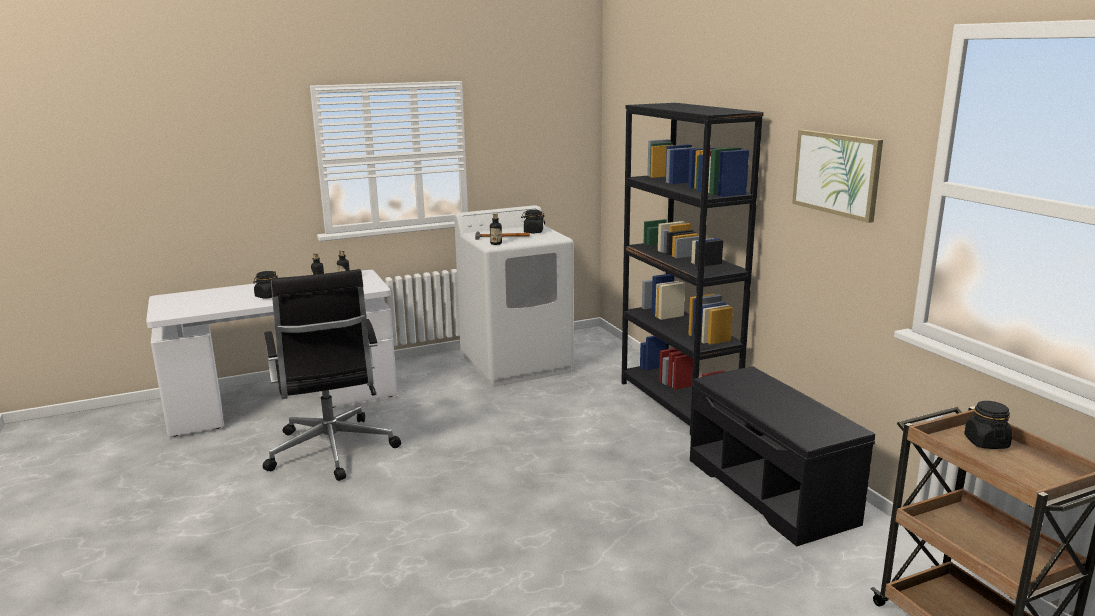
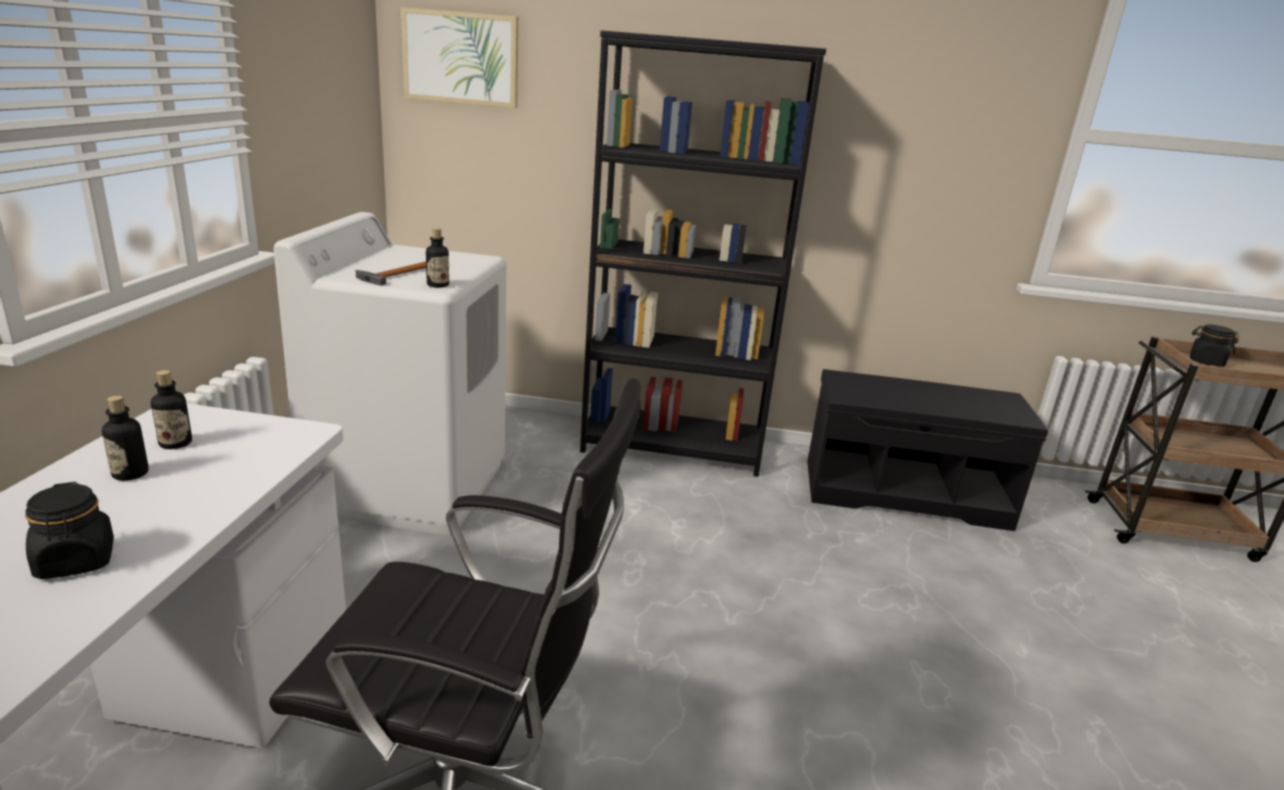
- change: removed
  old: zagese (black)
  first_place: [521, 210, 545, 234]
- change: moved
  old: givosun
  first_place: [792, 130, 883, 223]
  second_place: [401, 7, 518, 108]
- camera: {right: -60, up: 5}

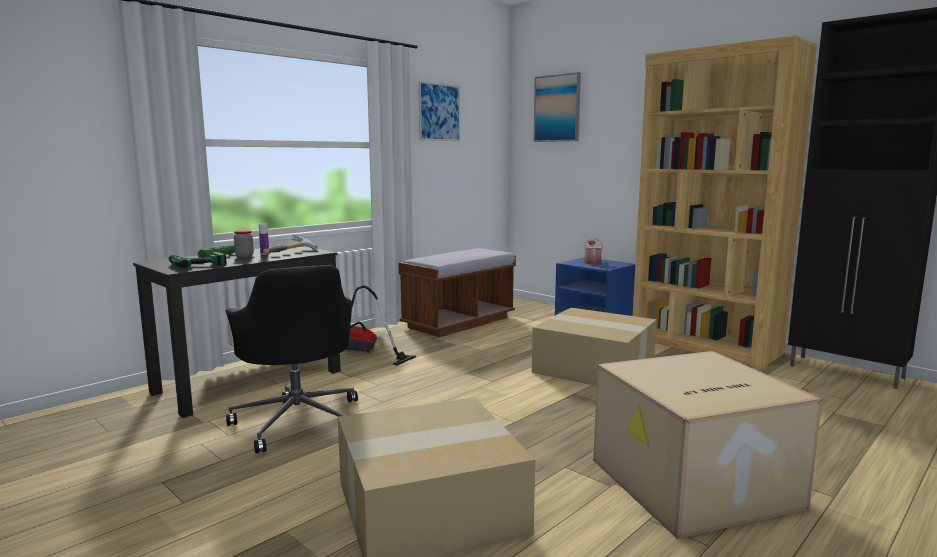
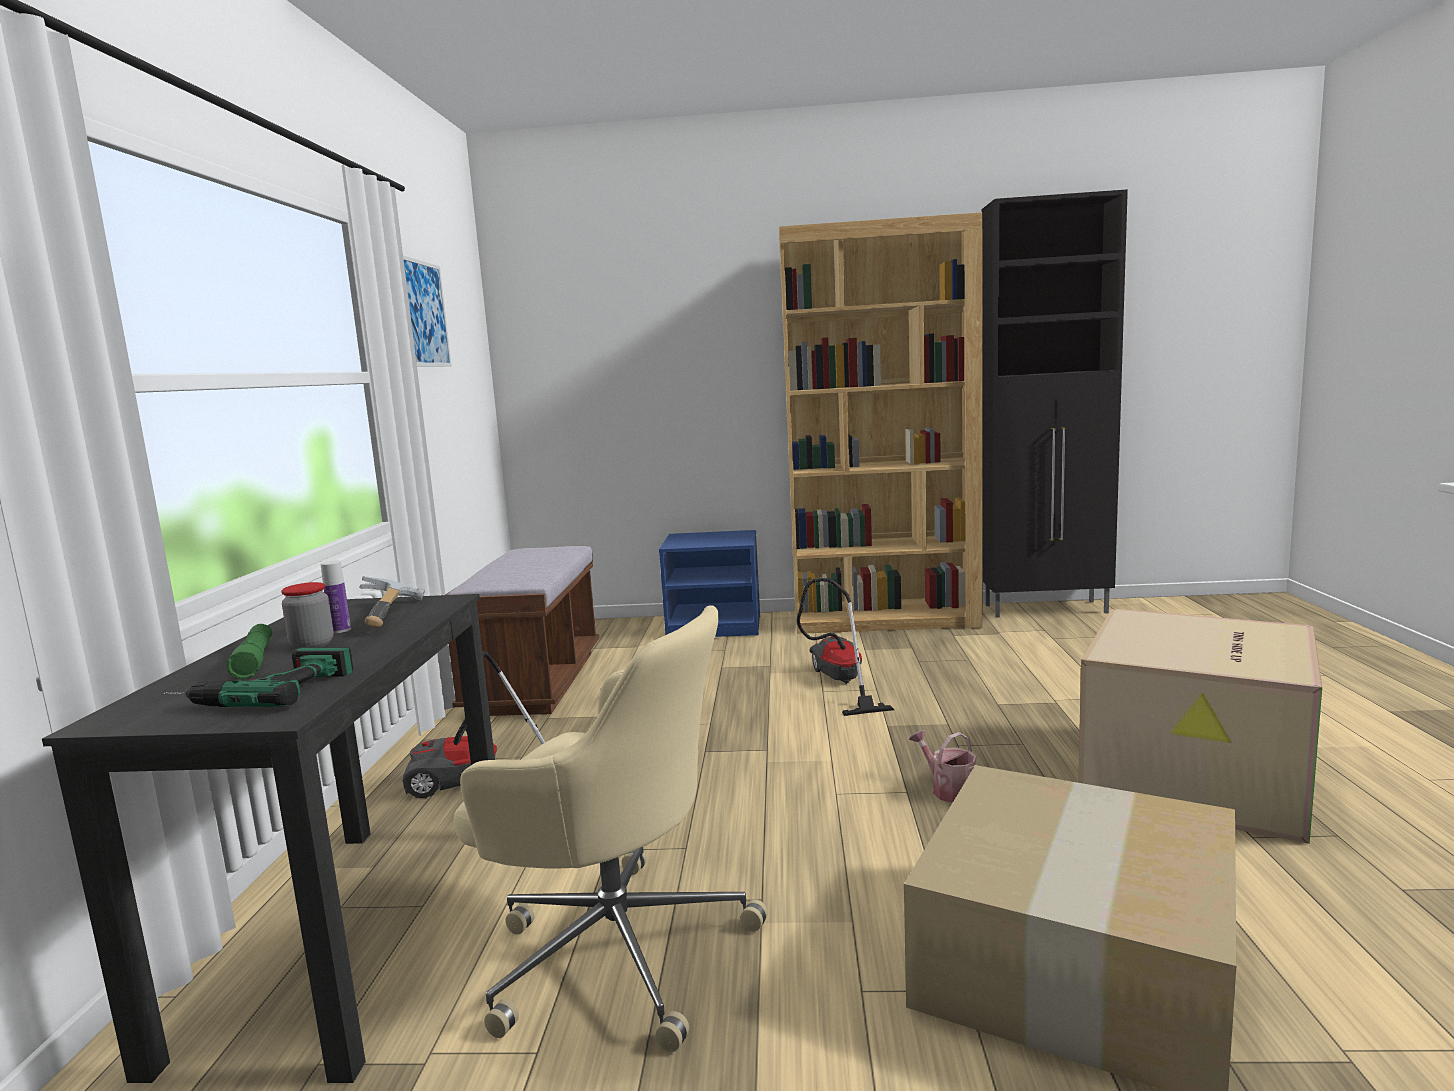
- change: recoloured
  old: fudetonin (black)
  new: fudetonin (beige)
  first_place: [226, 265, 358, 453]
  second_place: [454, 605, 768, 1052]
- change: replaced
  old: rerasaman
  new: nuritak
  first_place: [532, 308, 657, 386]
  second_place: [797, 578, 894, 716]
- change: removed
  old: givosun
  first_place: [533, 72, 581, 142]
- change: moved
  old: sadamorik
  first_place: [584, 238, 603, 265]
  second_place: [909, 730, 977, 803]
- camera: {right: -40, up: 0}

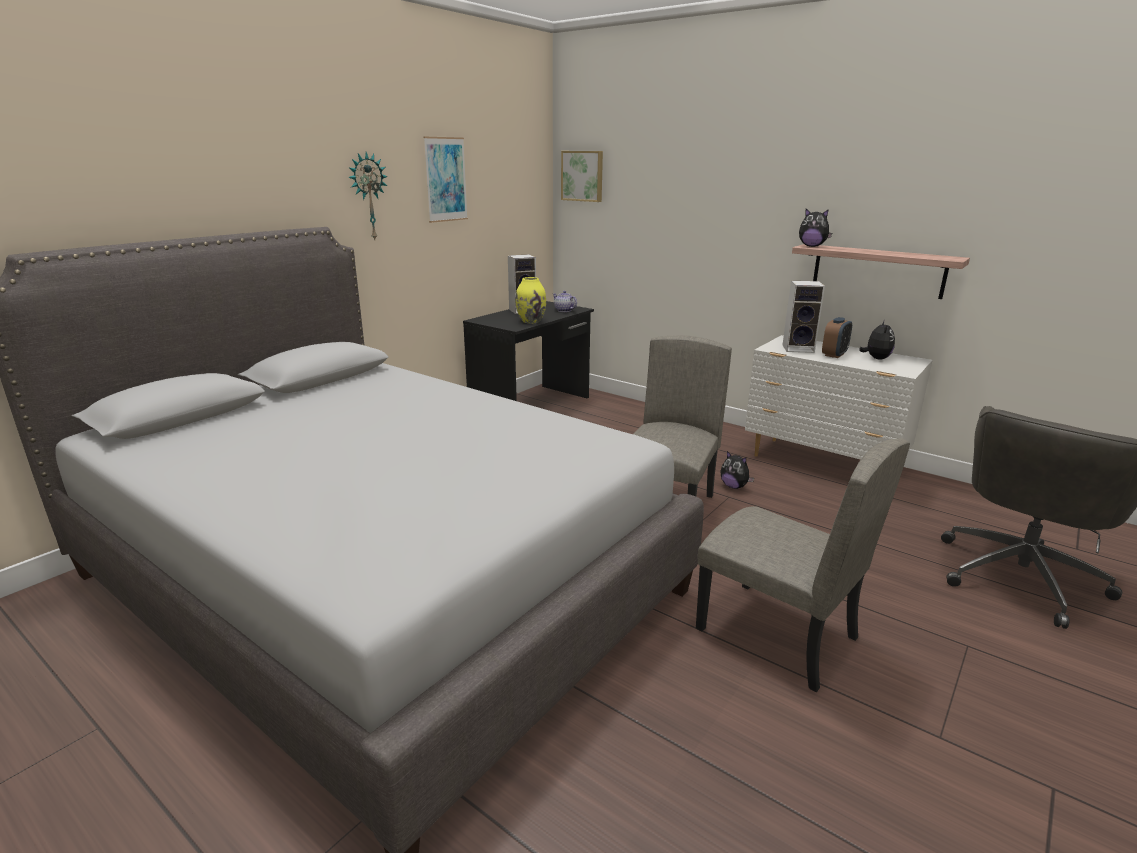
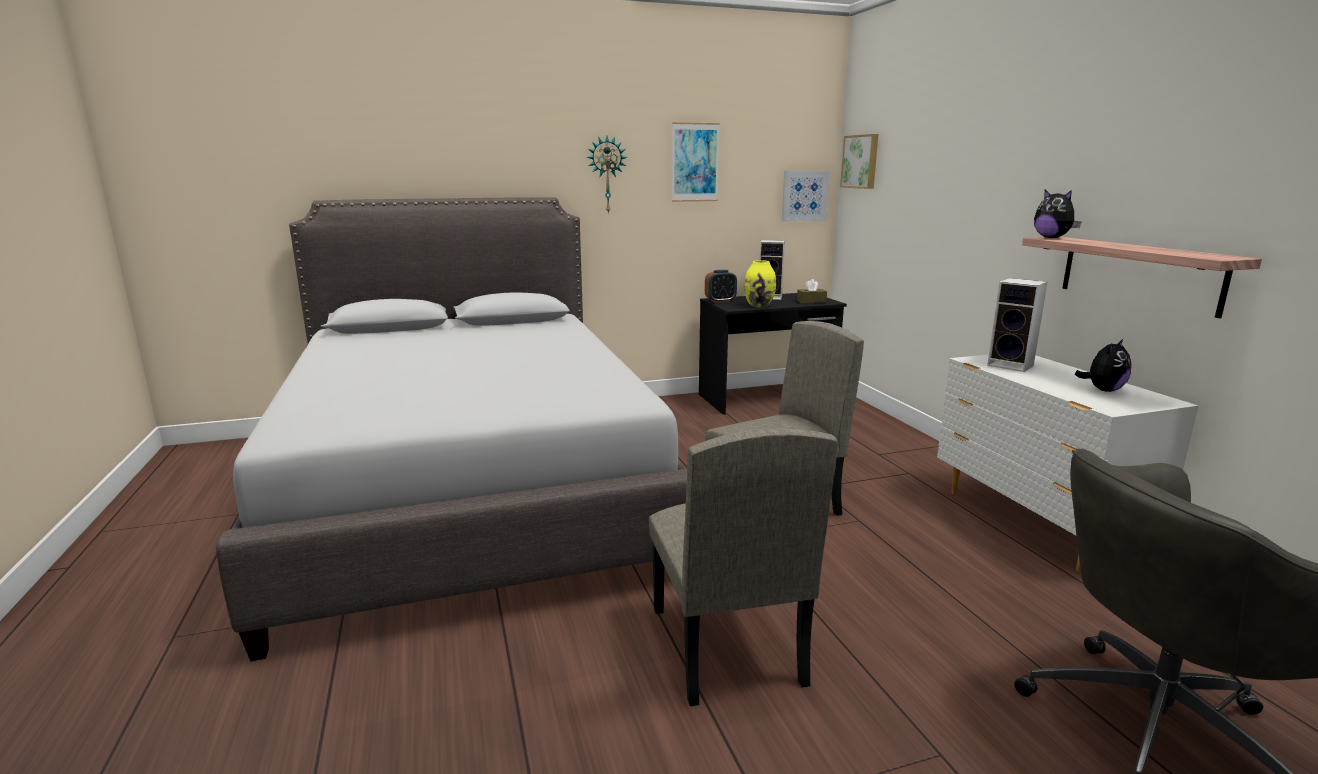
- change: replaced
  old: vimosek
  new: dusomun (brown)
  first_place: [553, 291, 577, 312]
  second_place: [797, 279, 827, 303]
- change: removed
  old: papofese
  first_place: [720, 451, 754, 489]
- change: moved
  old: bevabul
  first_place: [822, 317, 852, 358]
  second_place: [705, 270, 737, 303]
- change: added
  new: givosun
  second_place: [782, 170, 830, 222]
- camera: {right: 35, up: -5}

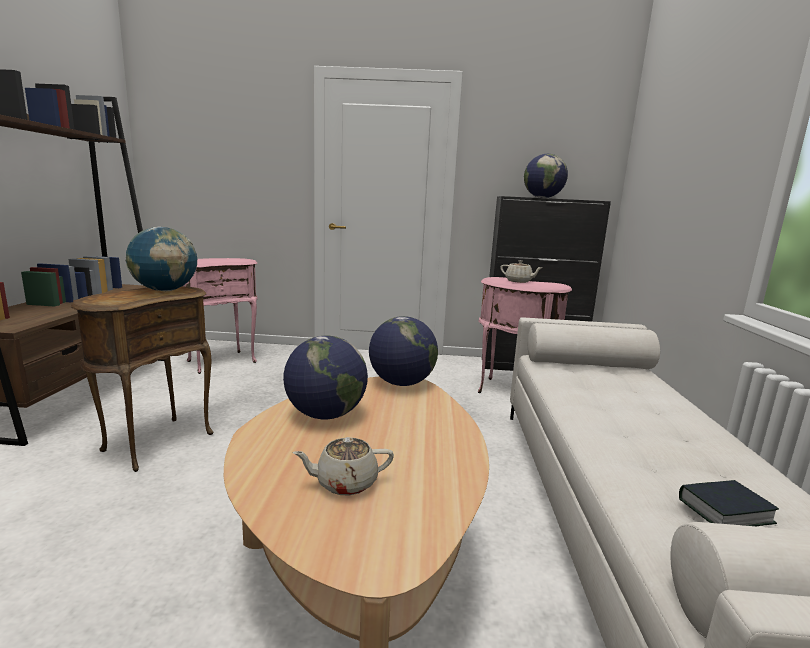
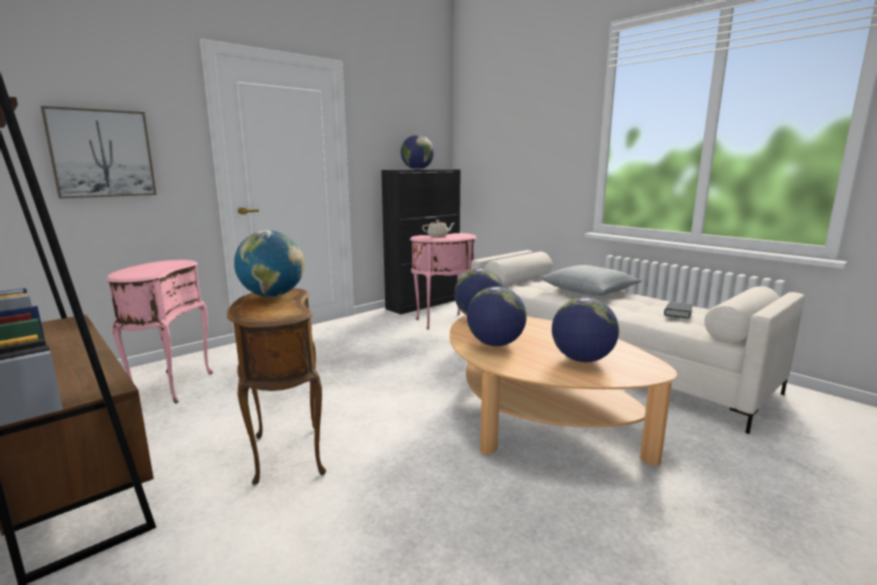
- change: replaced
  old: vimosek (beige)
  new: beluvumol
  first_place: [292, 437, 394, 495]
  second_place: [552, 297, 619, 362]
- change: added
  new: givosun
  second_place: [41, 106, 157, 199]
- change: added
  new: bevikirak
  second_place: [539, 265, 642, 296]
- camera: {right: -45, up: 0}

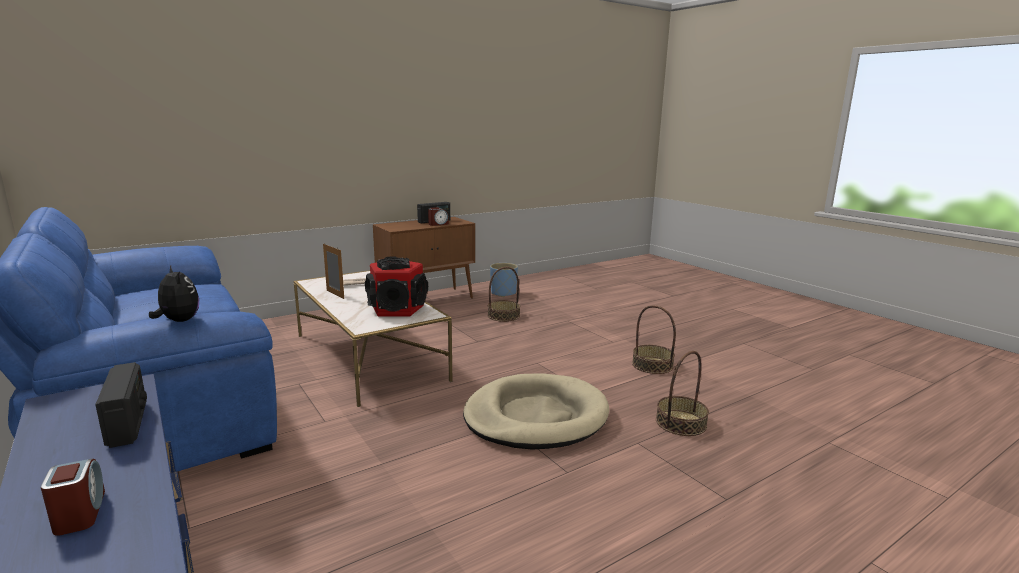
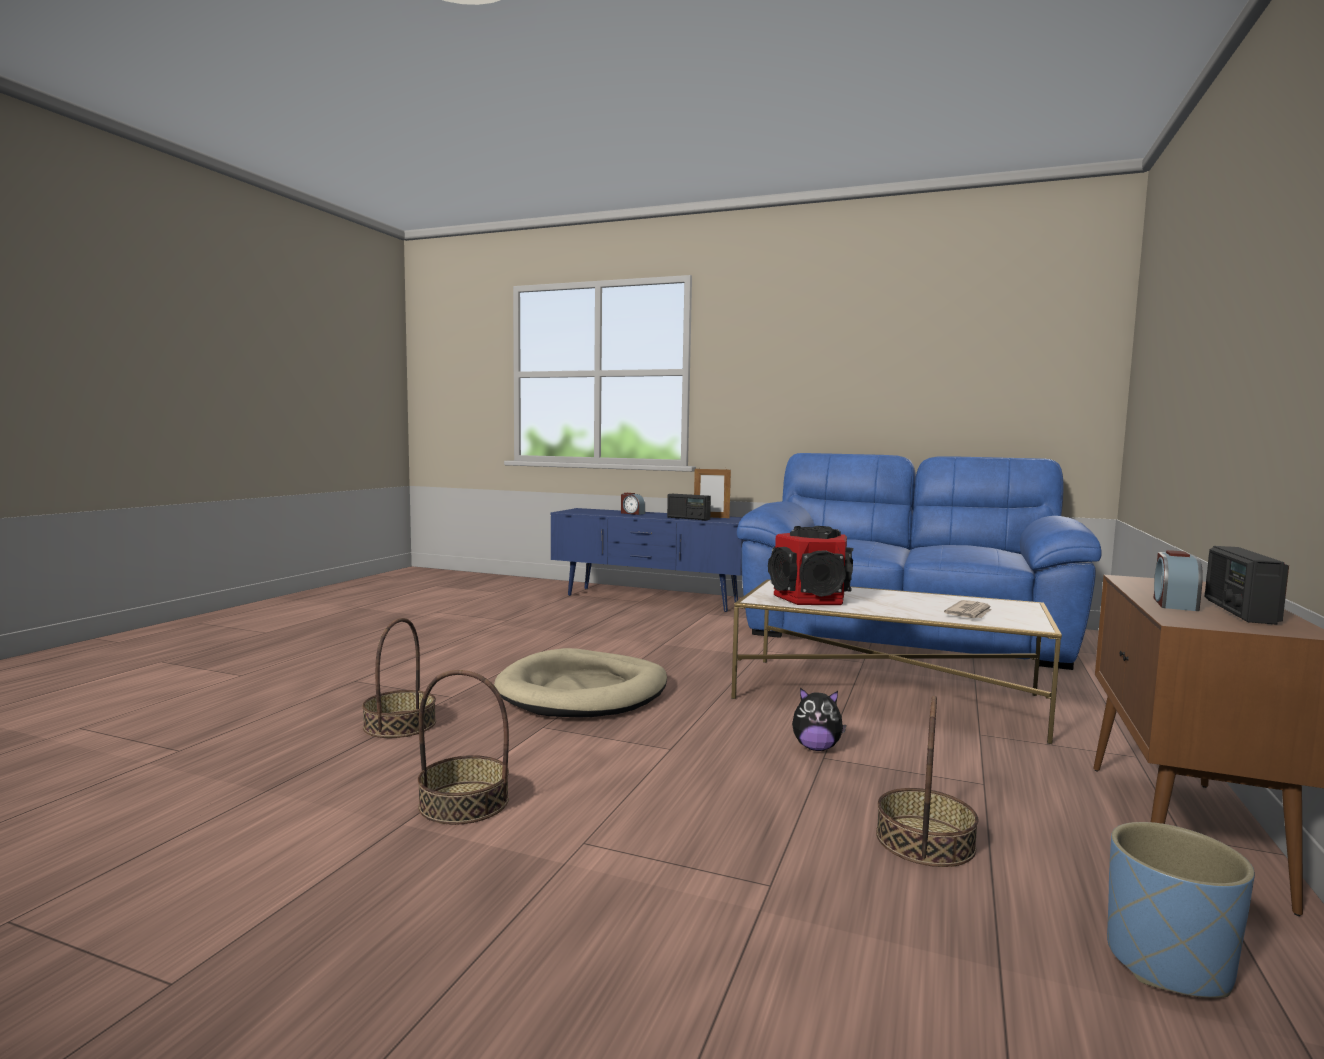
- change: moved
  old: papofese
  first_place: [149, 266, 199, 322]
  second_place: [792, 688, 846, 751]
- change: moved
  old: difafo
  first_place: [323, 243, 344, 299]
  second_place: [694, 467, 731, 518]
- camera: {right: 145, up: -10}

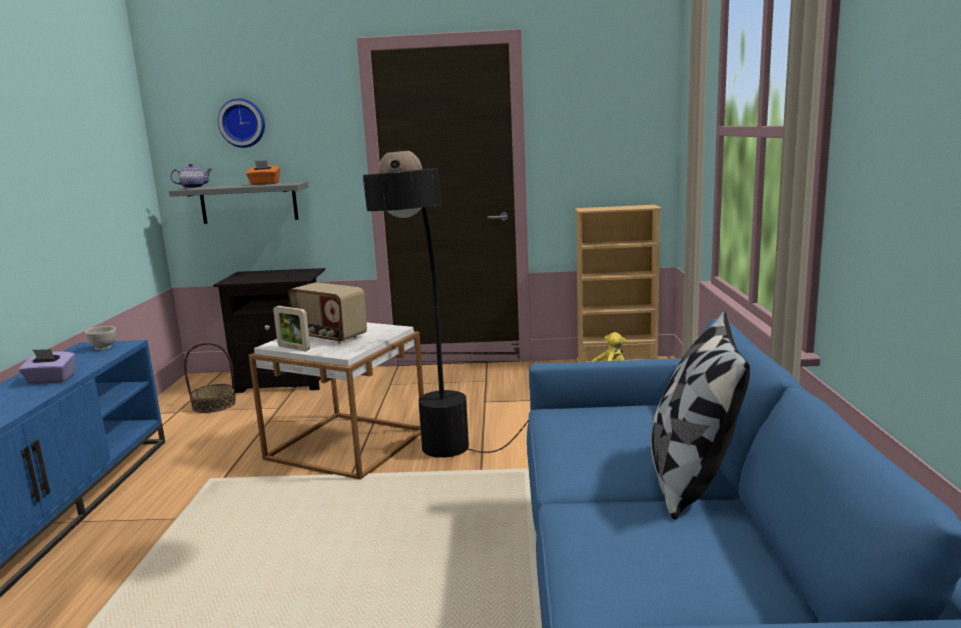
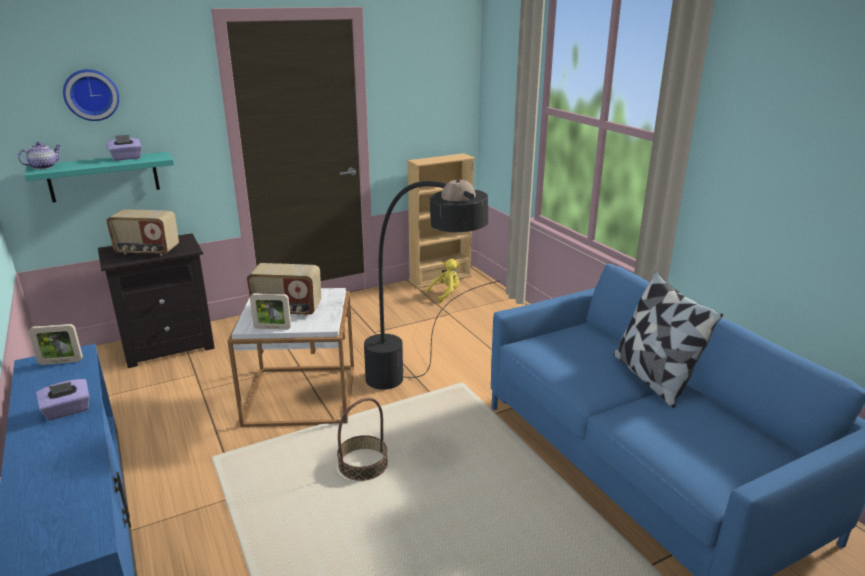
- change: replaced
  old: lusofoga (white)
  new: difafo
  first_place: [85, 326, 116, 350]
  second_place: [28, 324, 83, 365]
- change: recoloured
  old: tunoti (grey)
  new: tunoti (turquoise)
  first_place: [169, 182, 308, 224]
  second_place: [24, 152, 174, 202]
- change: moved
  old: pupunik
  first_place: [184, 342, 236, 413]
  second_place: [337, 398, 388, 481]
- change: recoloured
  old: dusomun (orange)
  new: dusomun (purple)
  first_place: [246, 160, 280, 185]
  second_place: [106, 135, 142, 161]
- change: added
  new: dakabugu
  second_place: [106, 209, 179, 256]
- camera: {right: -30, up: 10}

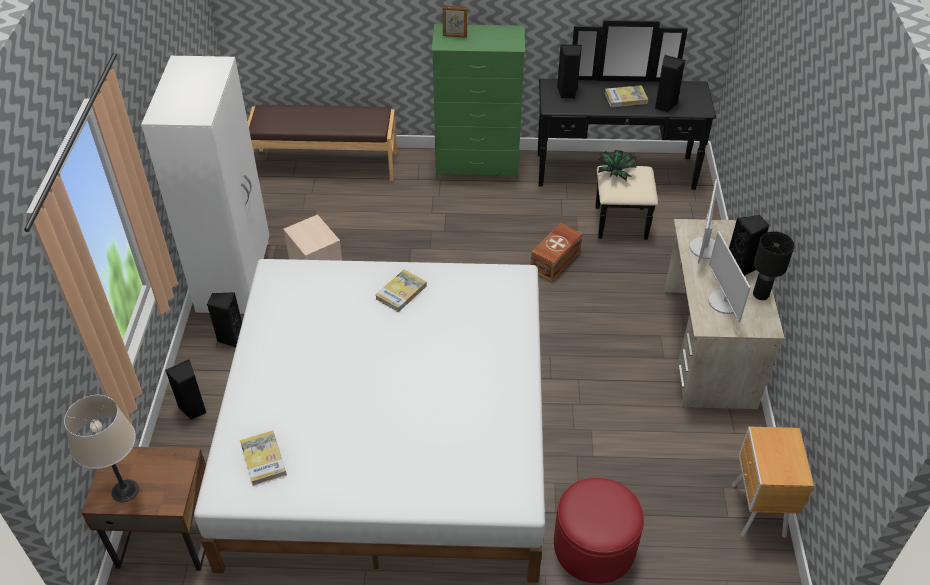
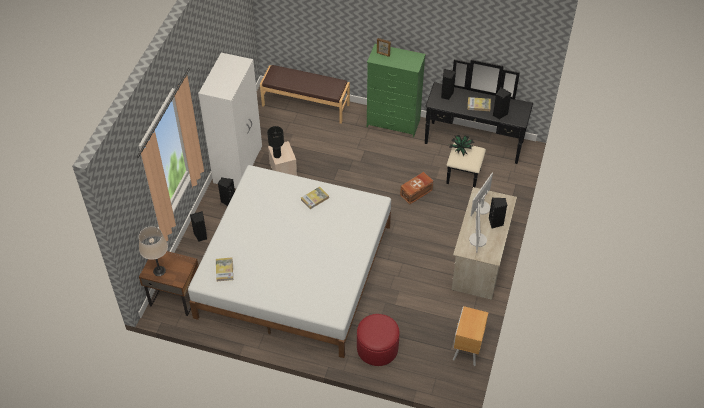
- change: moved
  old: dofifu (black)
  first_place: [753, 231, 794, 300]
  second_place: [267, 126, 284, 158]
- camera: {right: 15, up: 5}

